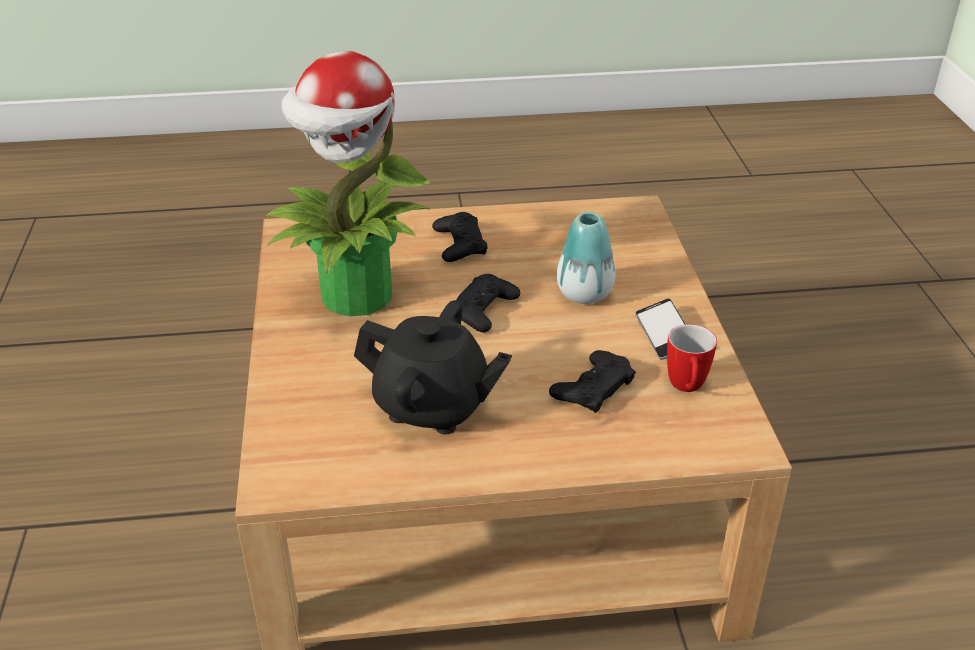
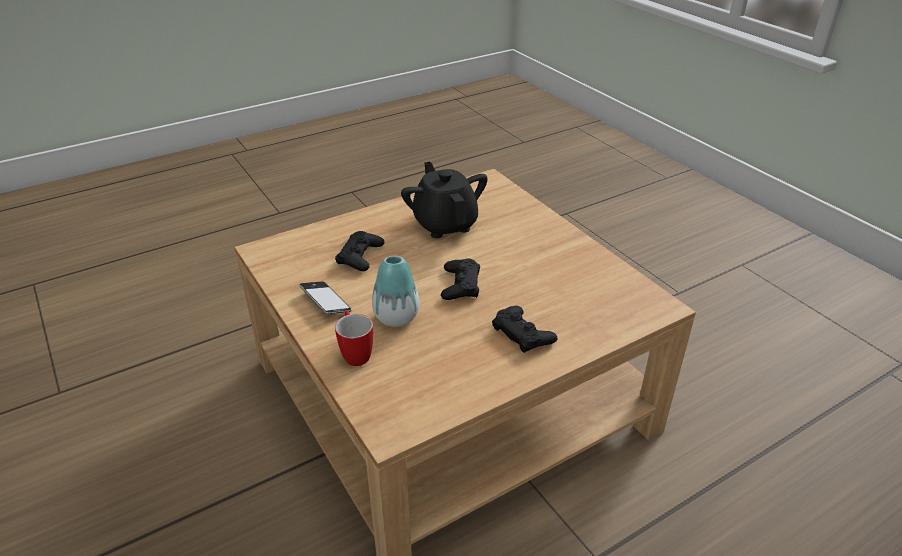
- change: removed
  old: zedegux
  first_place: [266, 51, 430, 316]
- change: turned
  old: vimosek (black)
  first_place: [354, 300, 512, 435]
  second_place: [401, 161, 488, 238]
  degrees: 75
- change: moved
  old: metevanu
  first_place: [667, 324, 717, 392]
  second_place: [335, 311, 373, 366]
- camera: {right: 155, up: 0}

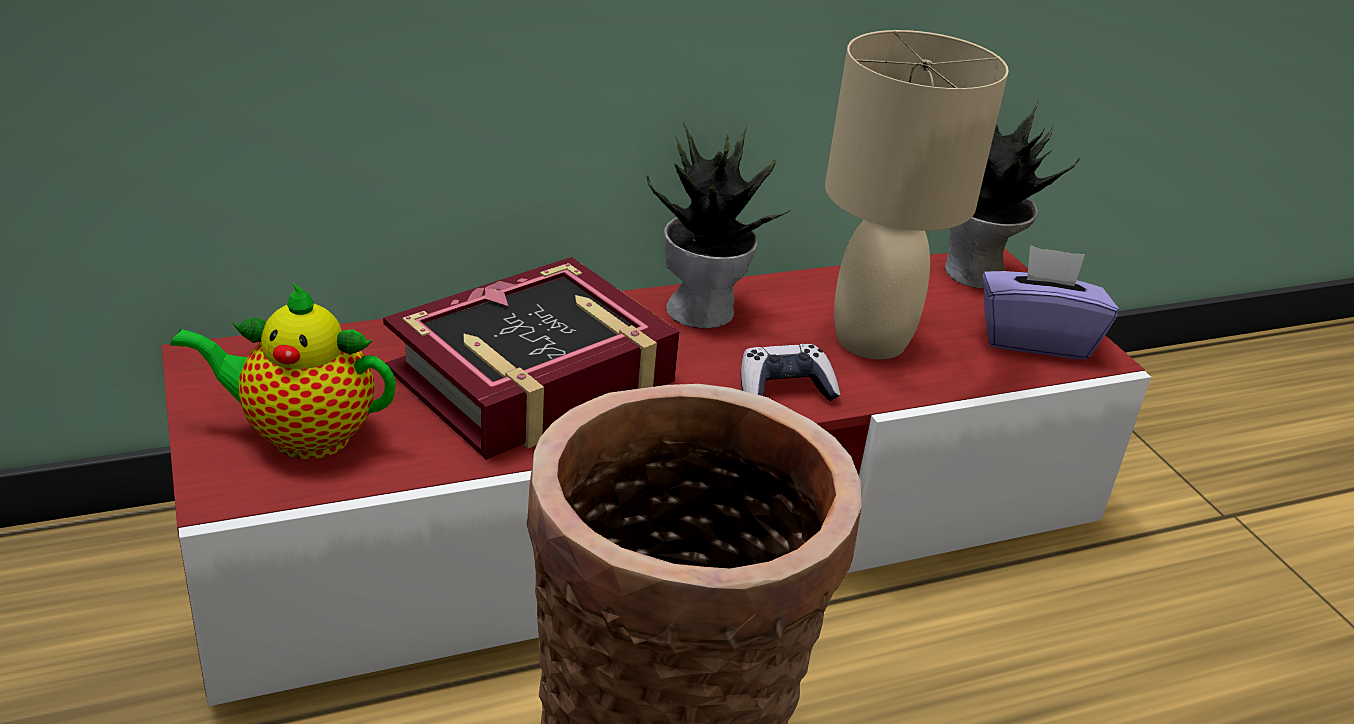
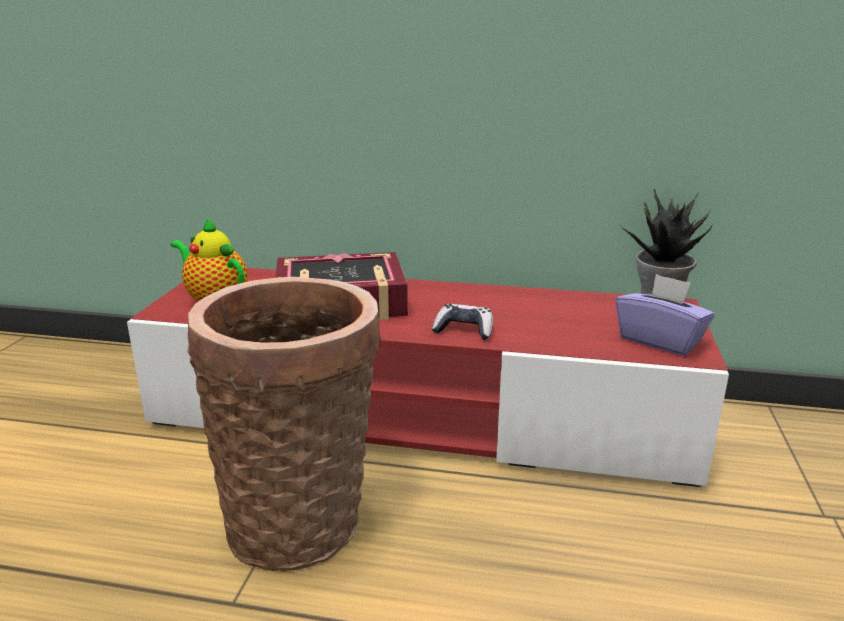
- change: removed
  old: zedegux
  first_place: [647, 122, 791, 329]
- change: removed
  old: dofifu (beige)
  first_place: [825, 30, 1009, 359]
- camera: {right: 35, up: -10}

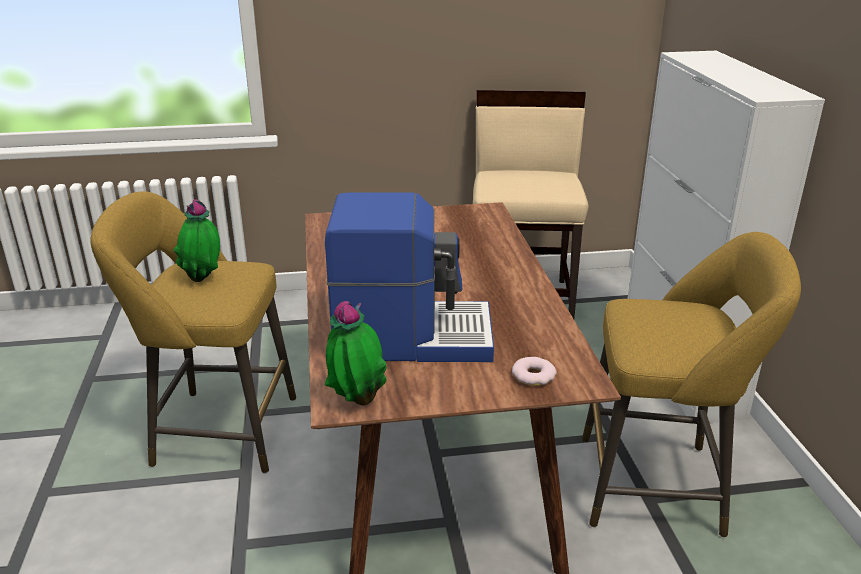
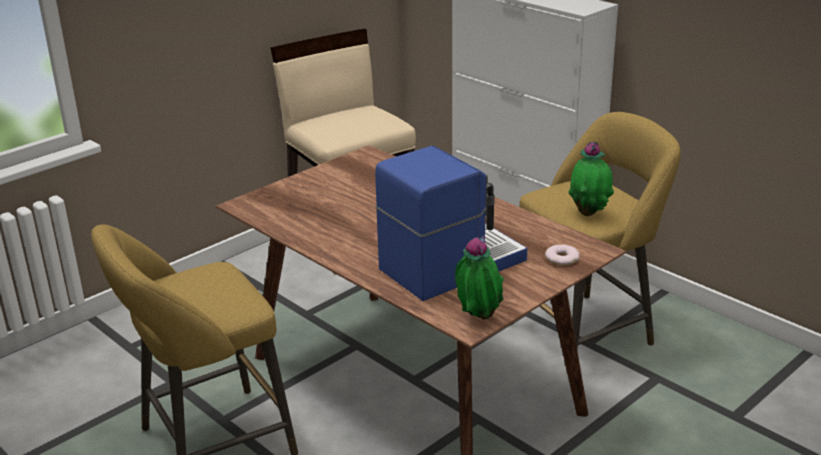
- change: moved
  old: zedegux
  first_place: [173, 199, 220, 282]
  second_place: [568, 142, 614, 216]
- camera: {right: -35, up: 0}

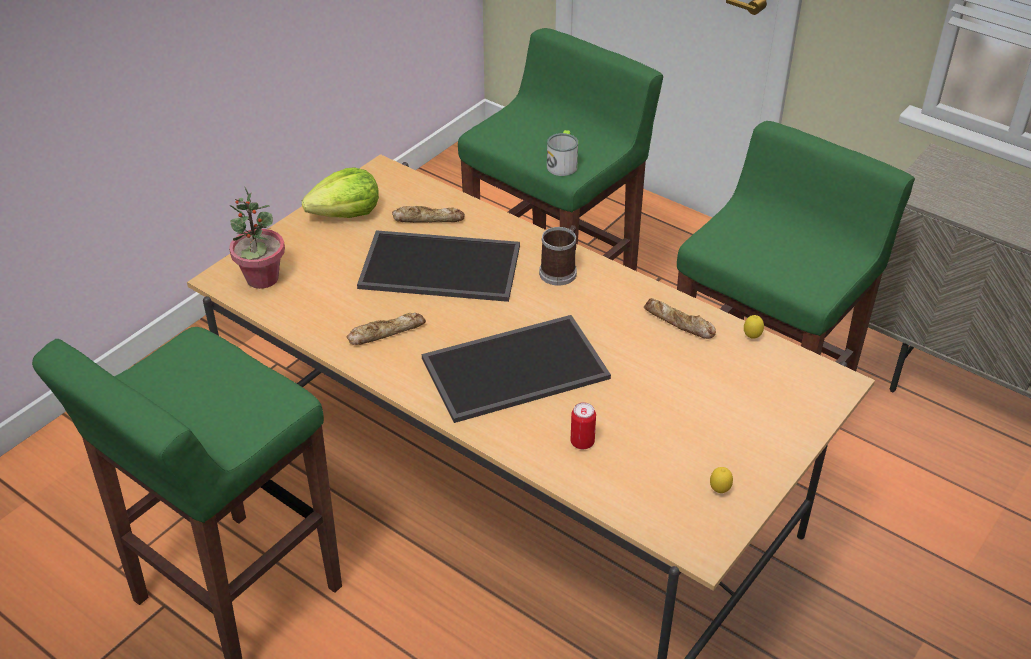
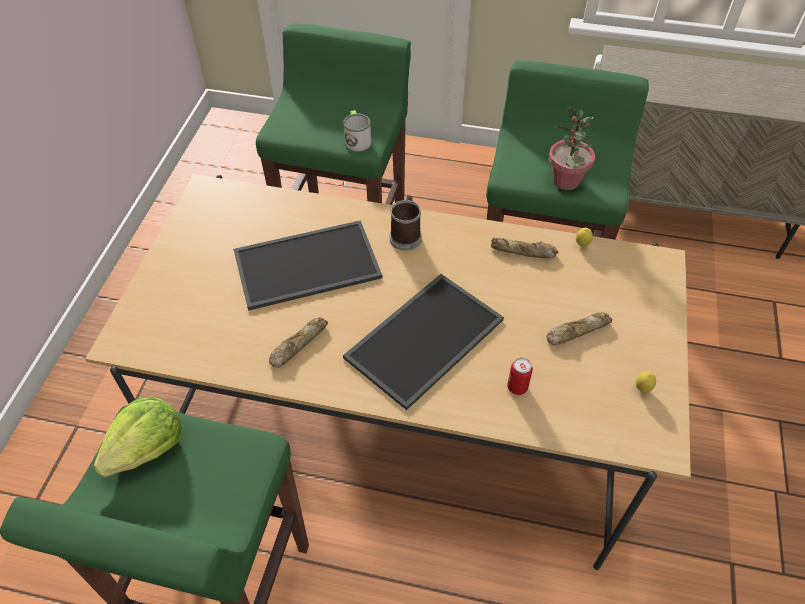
- change: moved
  old: zedegux
  first_place: [229, 187, 285, 289]
  second_place: [549, 107, 595, 190]
- change: moved
  old: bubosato
  first_place: [302, 167, 379, 218]
  second_place: [94, 396, 182, 477]
- change: moved
  old: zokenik
  first_place: [392, 206, 465, 223]
  second_place: [546, 312, 612, 346]
- camera: {right: -25, up: 10}

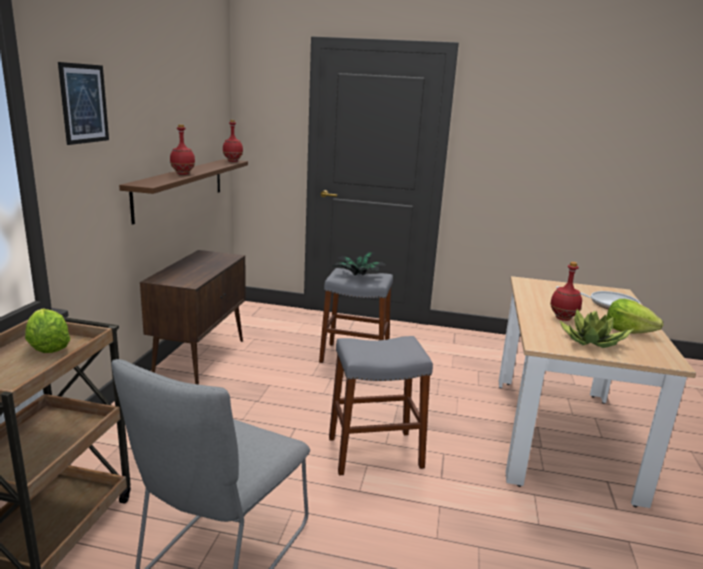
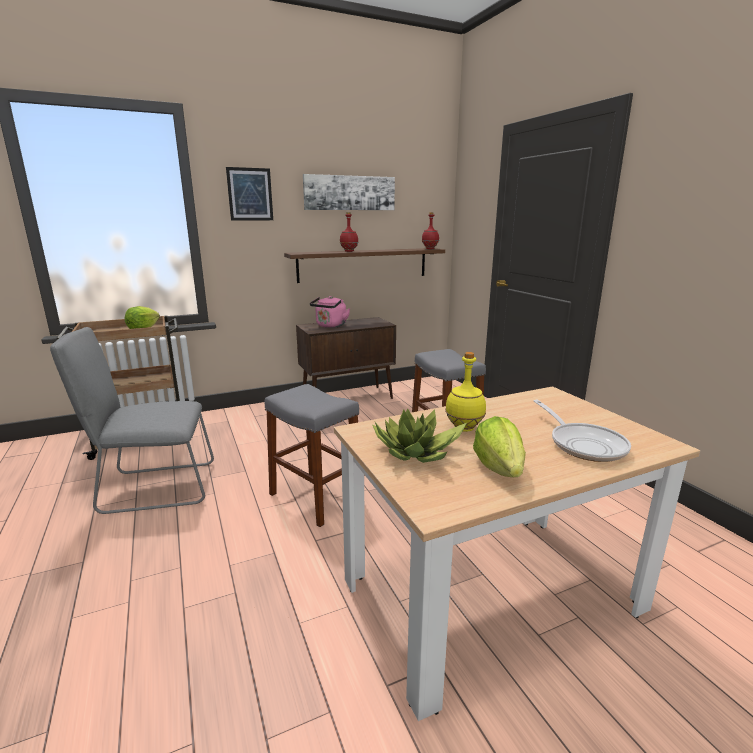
- change: removed
  old: zedegux
  first_place: [333, 251, 386, 276]
- change: recoloured
  old: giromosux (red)
  new: giromosux (yellow)
  first_place: [550, 262, 582, 321]
  second_place: [445, 352, 486, 432]
- change: added
  new: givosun
  second_place: [303, 174, 395, 210]
- change: added
  new: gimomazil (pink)
  second_place: [310, 296, 350, 328]
- camera: {right: 55, up: 0}

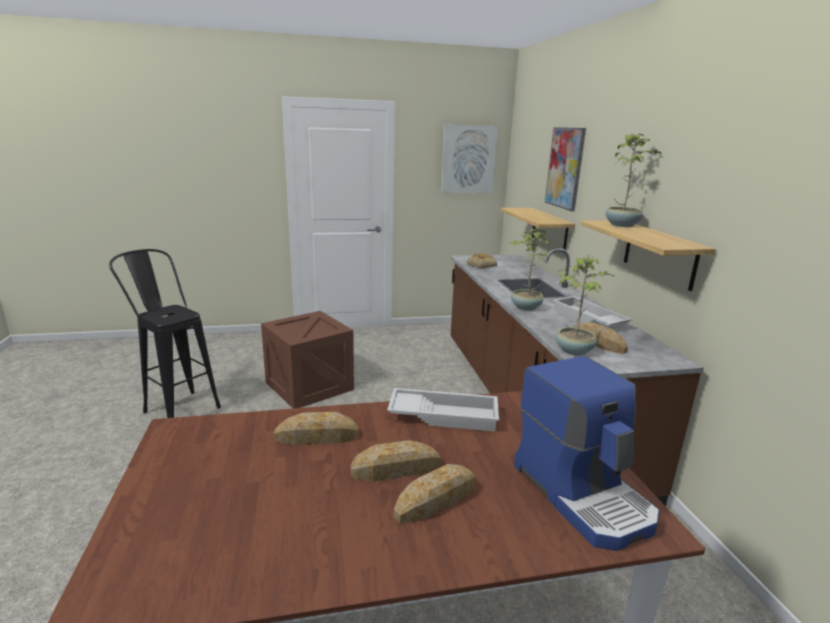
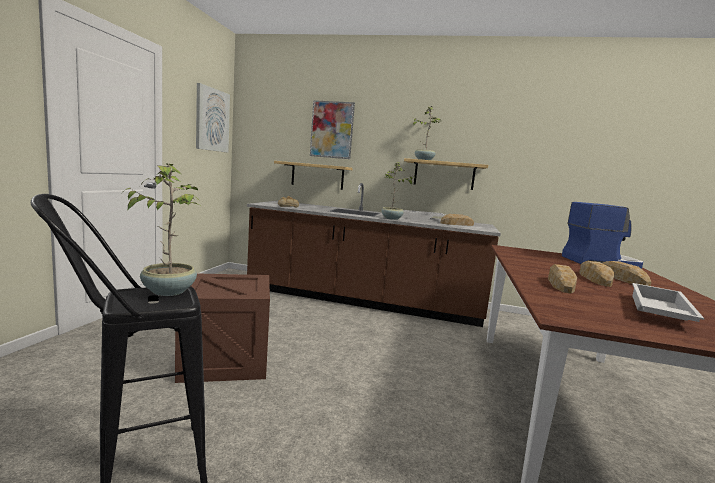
- change: moved
  old: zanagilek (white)
  first_place: [387, 388, 499, 431]
  second_place: [632, 283, 705, 322]
- change: moved
  old: zedegux
  first_place: [556, 255, 613, 356]
  second_place: [124, 163, 202, 296]
- camera: {right: -65, up: -10}

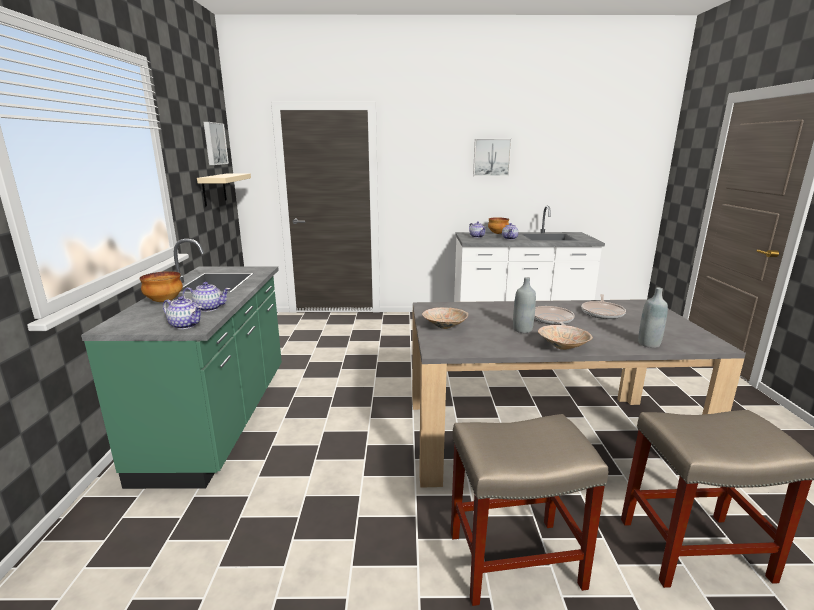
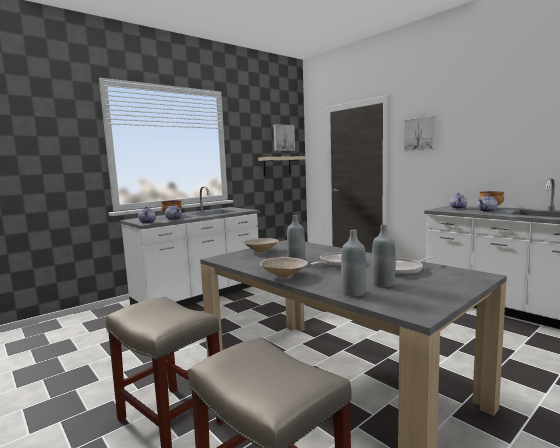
- change: recoloured
  old: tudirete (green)
  new: tudirete (white)
  first_place: [81, 239, 282, 489]
  second_place: [120, 186, 260, 307]
- change: moved
  old: givosun
  first_place: [473, 139, 512, 176]
  second_place: [404, 116, 436, 152]
- change: added
  new: giromosux (grey)
  second_place: [372, 224, 396, 287]
- camera: {right: 50, up: -10}

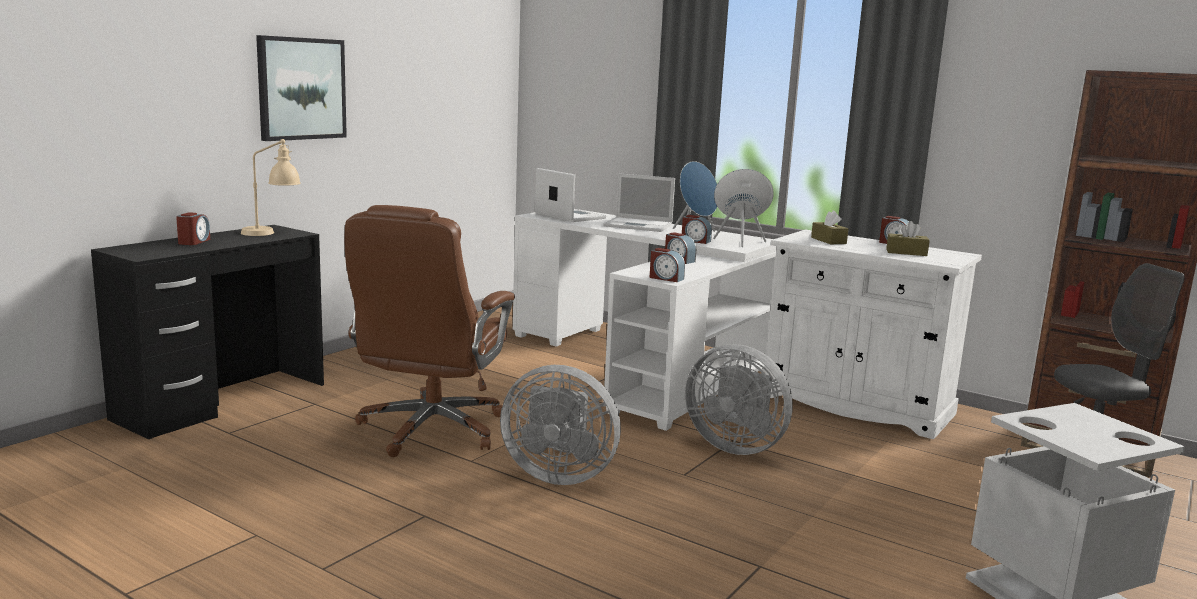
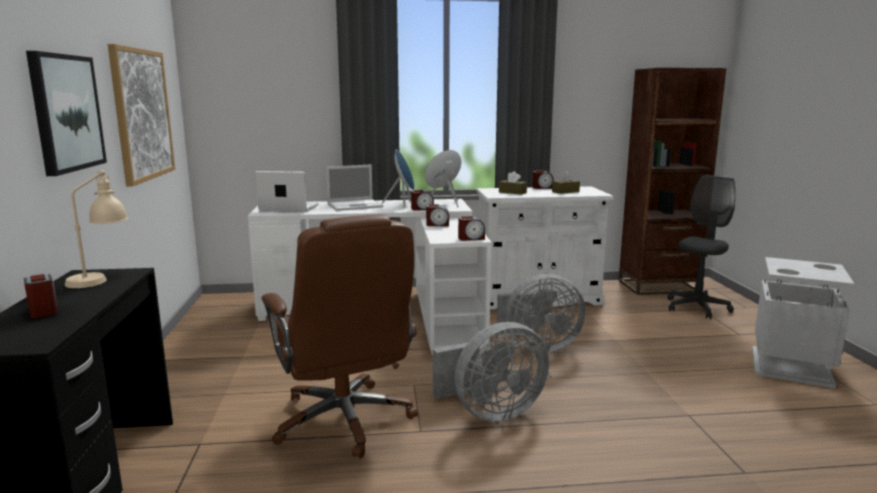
- change: added
  new: givosun
  second_place: [108, 44, 175, 187]
- camera: {right: -40, up: 0}

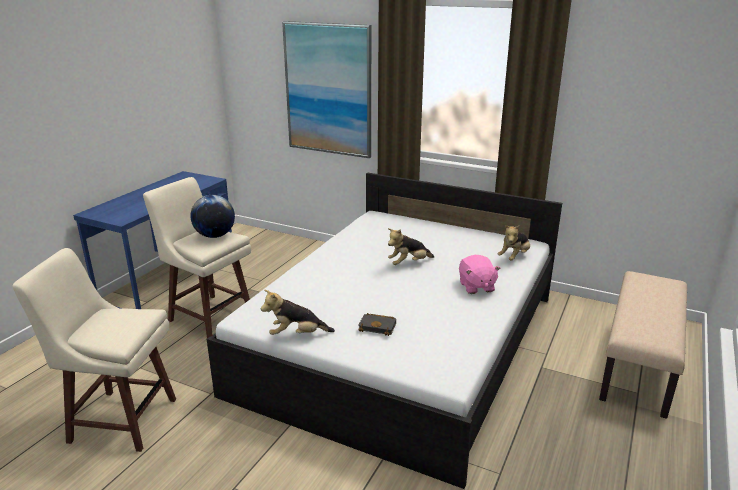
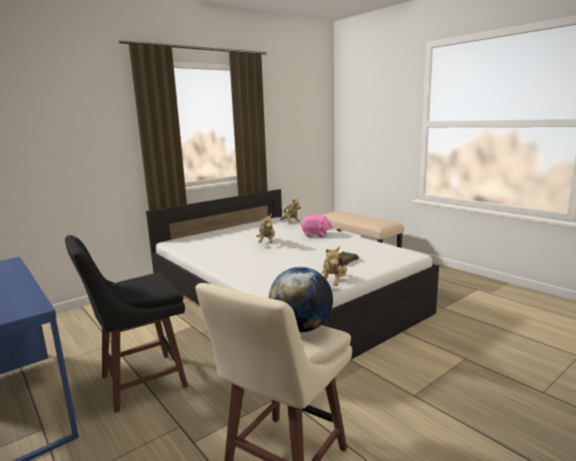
- change: recoloured
  old: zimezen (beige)
  new: zimezen (black)
  first_place: [143, 177, 251, 338]
  second_place: [65, 235, 188, 413]
- change: moved
  old: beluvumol
  first_place: [190, 195, 235, 238]
  second_place: [269, 267, 333, 332]
- change: removed
  old: givosun
  first_place: [282, 21, 371, 158]
- camera: {right: -65, up: -10}

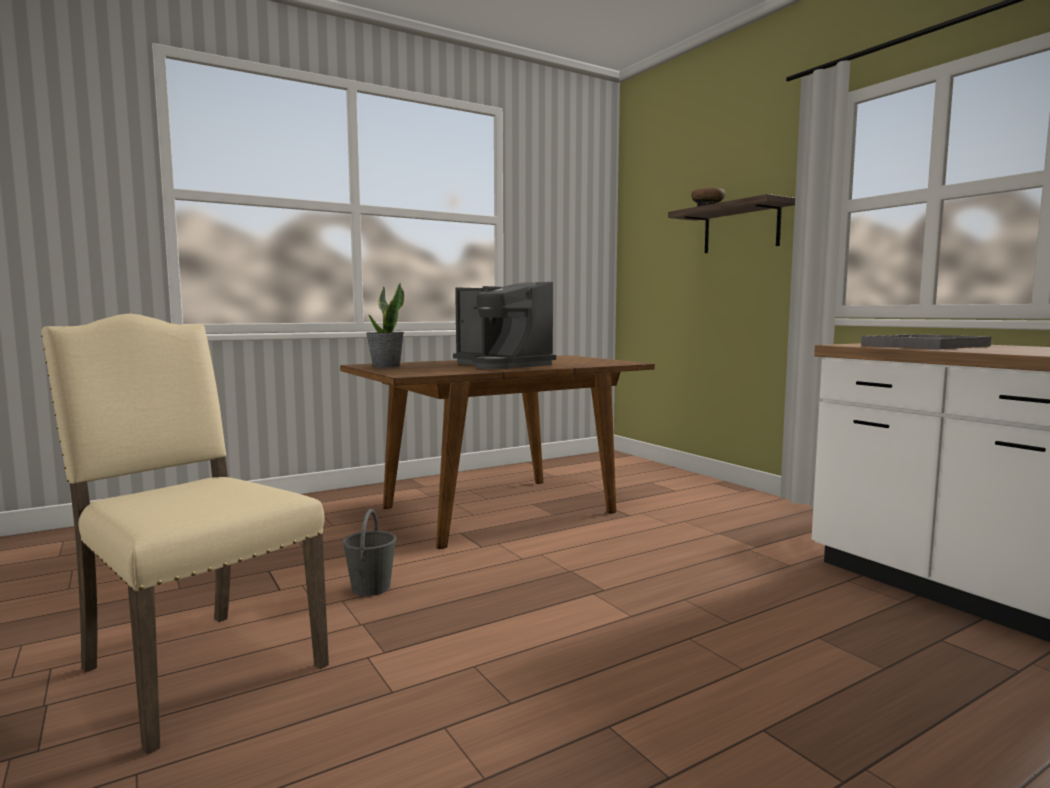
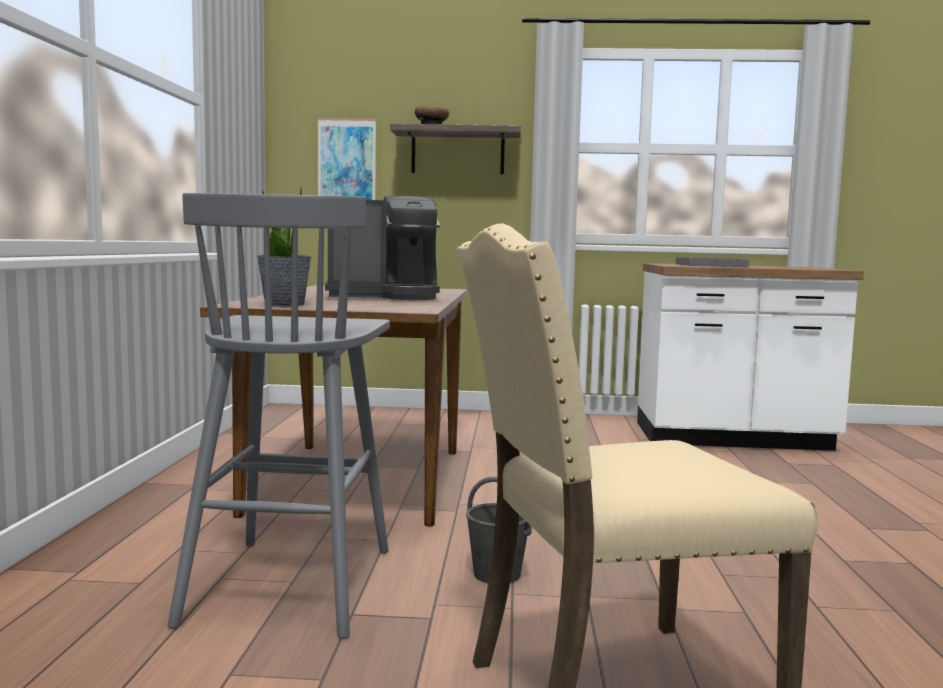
- change: added
  new: zimezen (grey)
  second_place: [168, 193, 390, 639]
- change: added
  new: givosun
  second_place: [318, 118, 376, 200]
- camera: {right: -55, up: 0}

